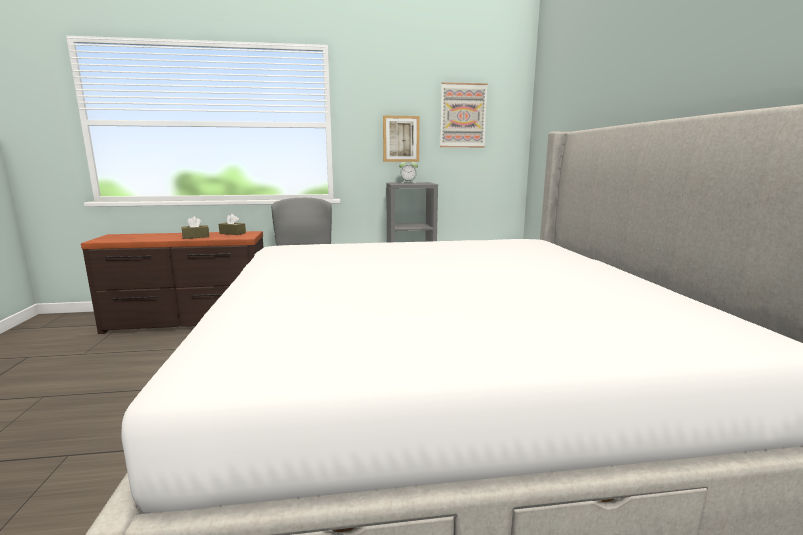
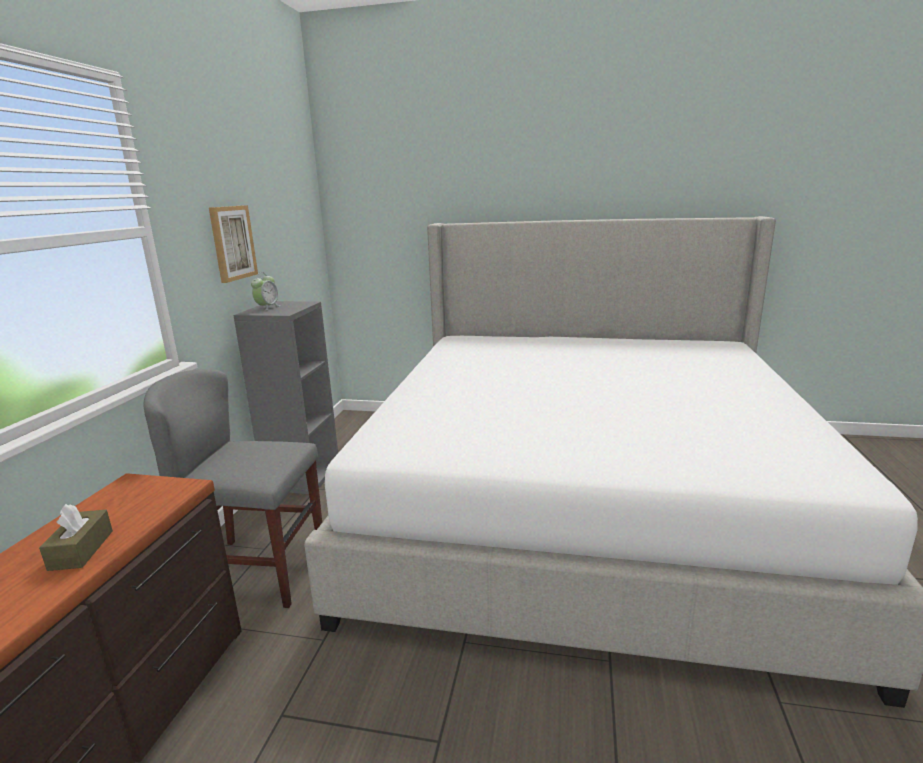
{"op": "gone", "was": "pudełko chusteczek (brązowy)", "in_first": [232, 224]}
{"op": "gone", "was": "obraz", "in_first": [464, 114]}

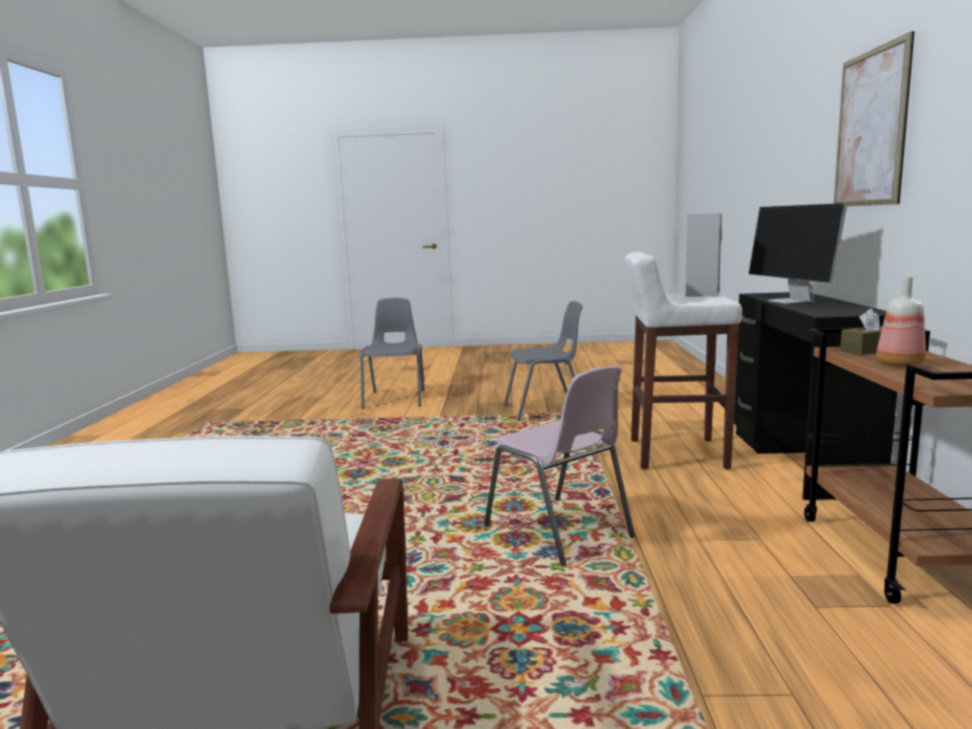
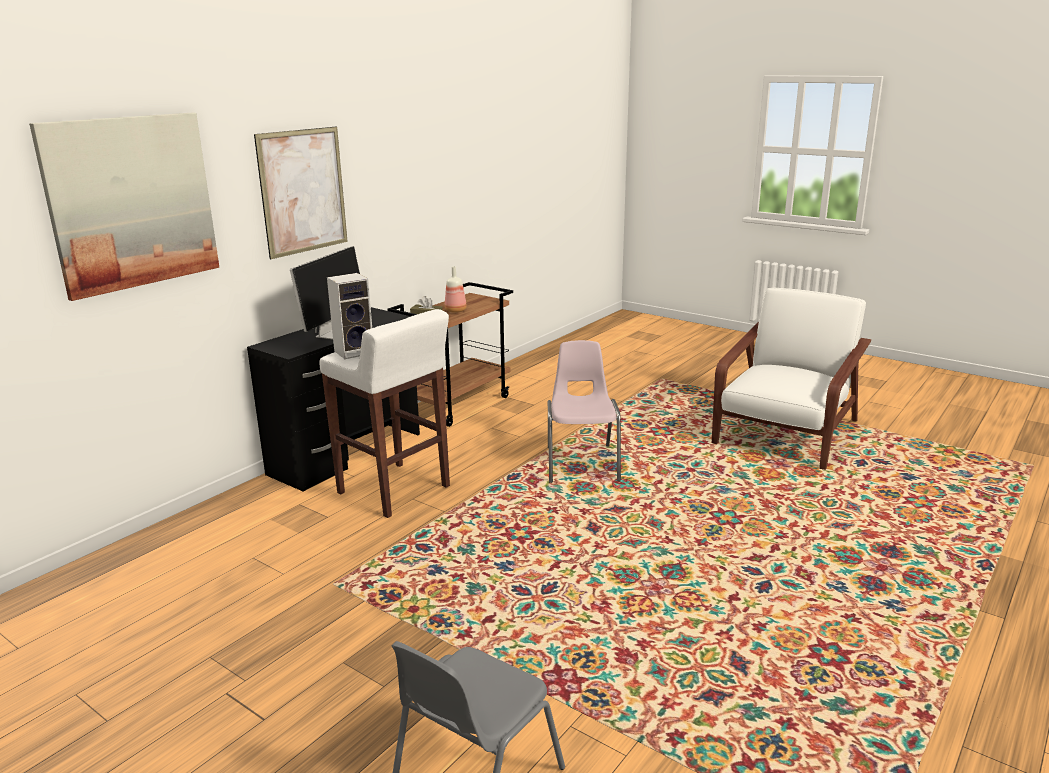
{"op": "gone", "was": "krzesło (szary)", "in_first": [543, 361]}
{"op": "new", "now": "obraz", "in_second": [124, 207]}

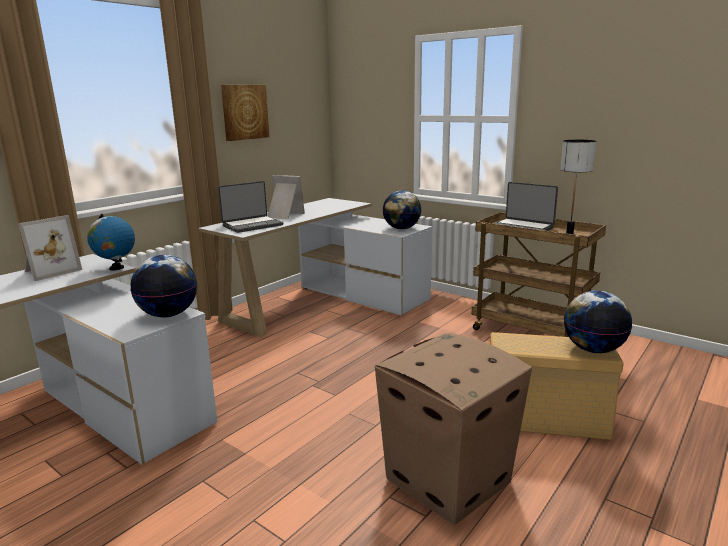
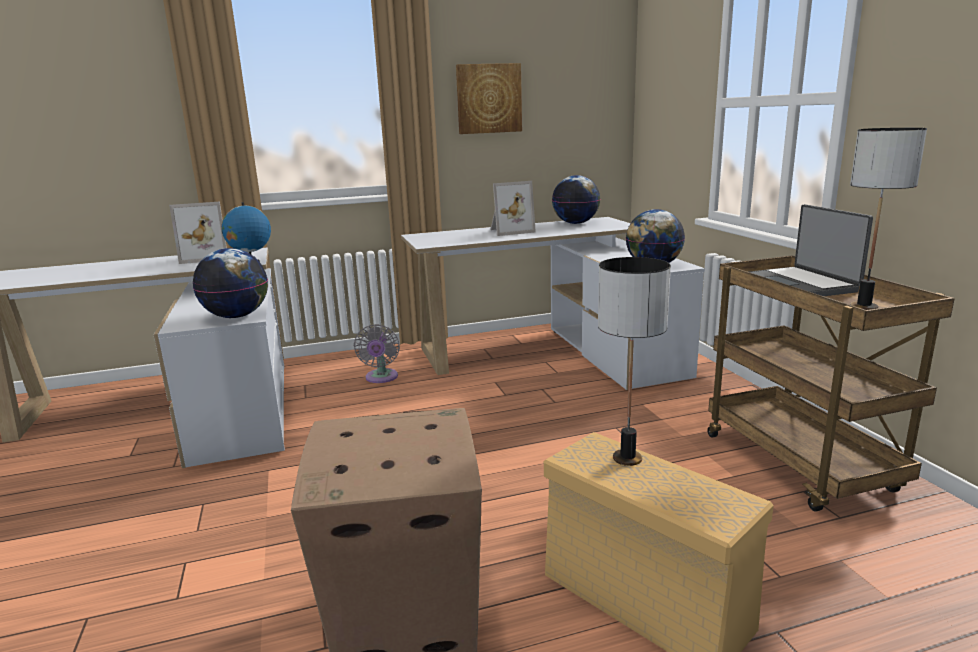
{"op": "gone", "was": "laptop", "in_first": [250, 207]}
{"op": "new", "now": "wentylator (szary)", "in_second": [377, 353]}
{"op": "new", "now": "lampa stołowa", "in_second": [634, 361]}
{"op": "shifted", "was": "globus", "in_first": [598, 321], "in_second": [576, 199]}
{"op": "rotated", "was": "ramka na zdjęcie", "in_first": [286, 197], "in_second": [513, 208], "clockwise": 105}

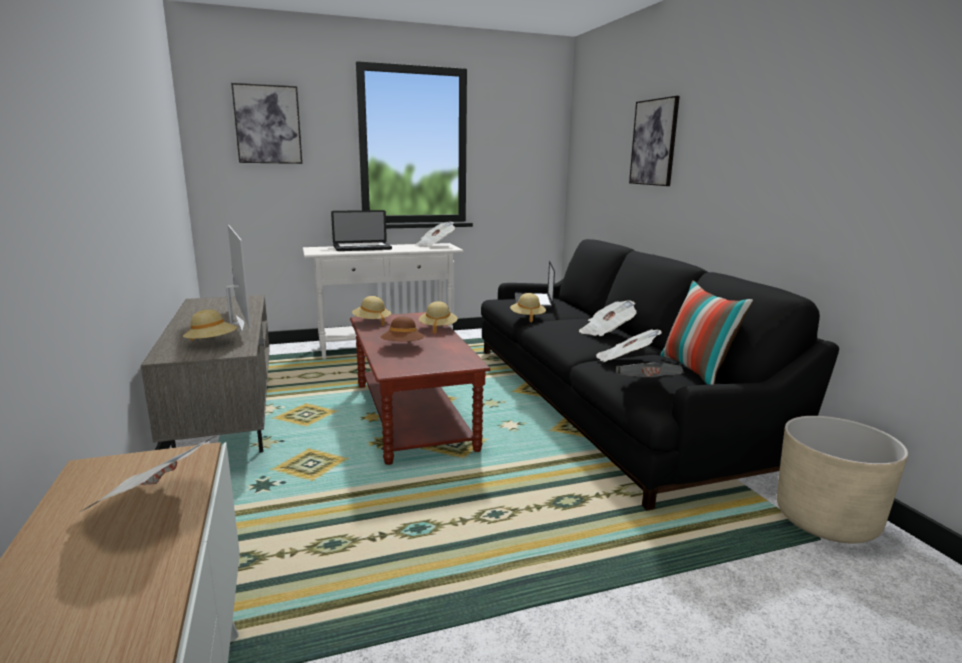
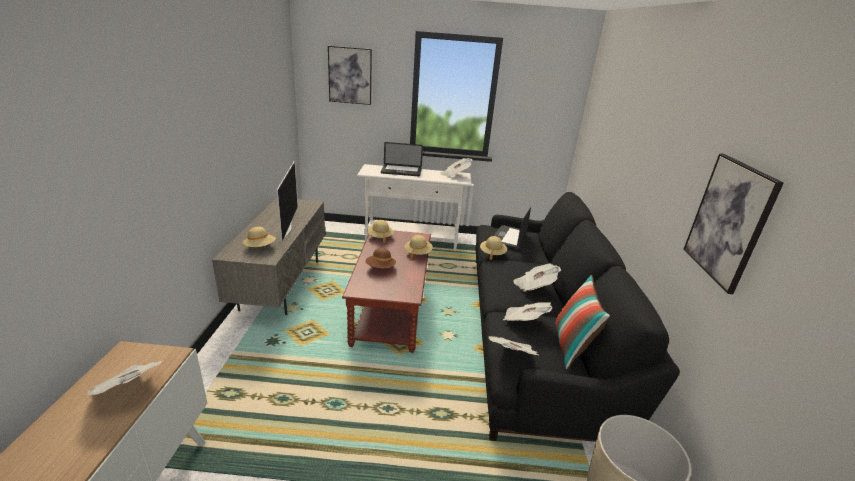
{"op": "shifted", "was": "obraz", "in_first": [654, 141], "in_second": [733, 223]}

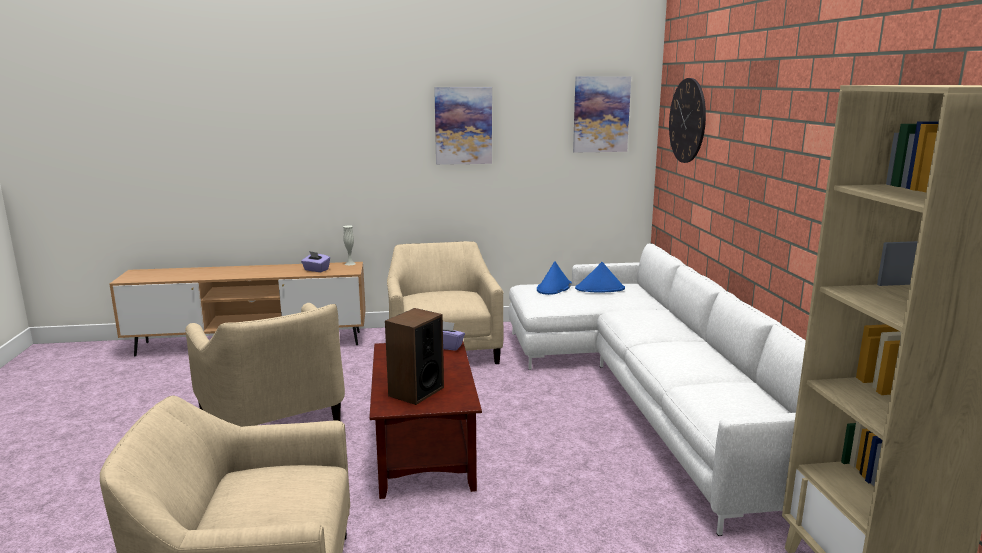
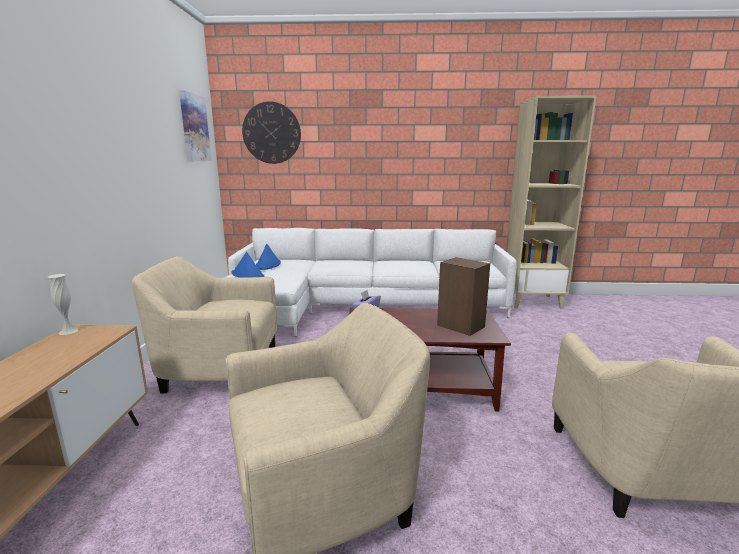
{"op": "gone", "was": "pudełko chusteczek (fioletowy)", "in_first": [315, 261]}
{"op": "gone", "was": "obraz", "in_first": [463, 126]}

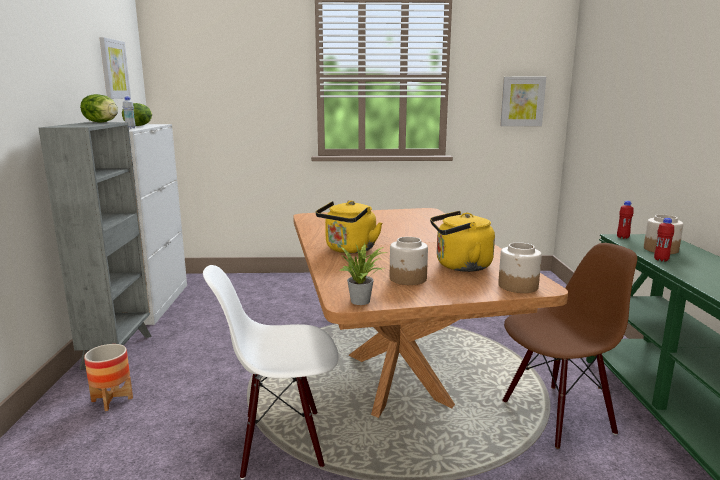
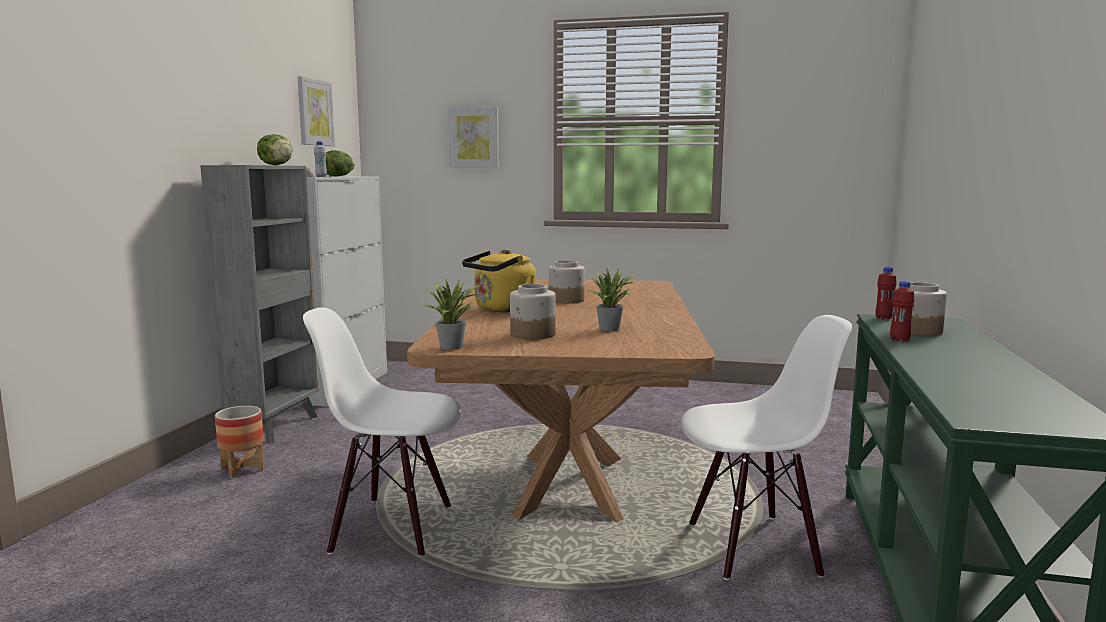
{"op": "shifted", "was": "słoik", "in_first": [520, 267], "in_second": [567, 281]}
{"op": "shifted", "was": "obraz", "in_first": [523, 101], "in_second": [473, 137]}
{"op": "swapped", "was": "czajnik (żółty)", "now": "roślina doniczkowa", "in_first": [462, 241], "in_second": [612, 299]}
{"op": "repainted", "was": "krzesło (brązowy)", "now": "krzesło (biały)", "in_first": [569, 346], "in_second": [766, 447]}

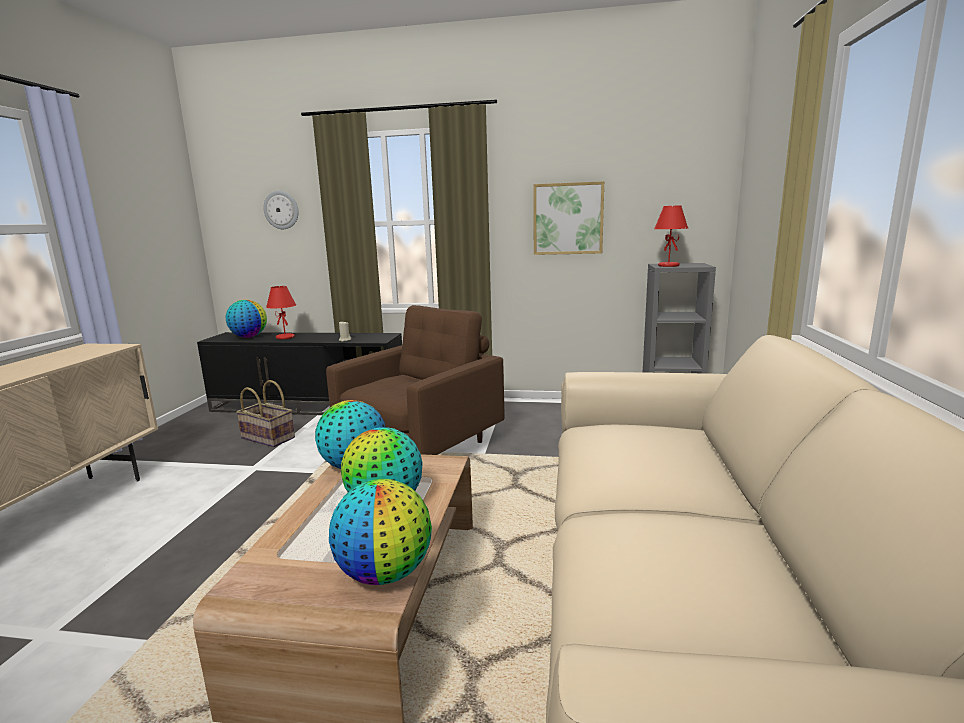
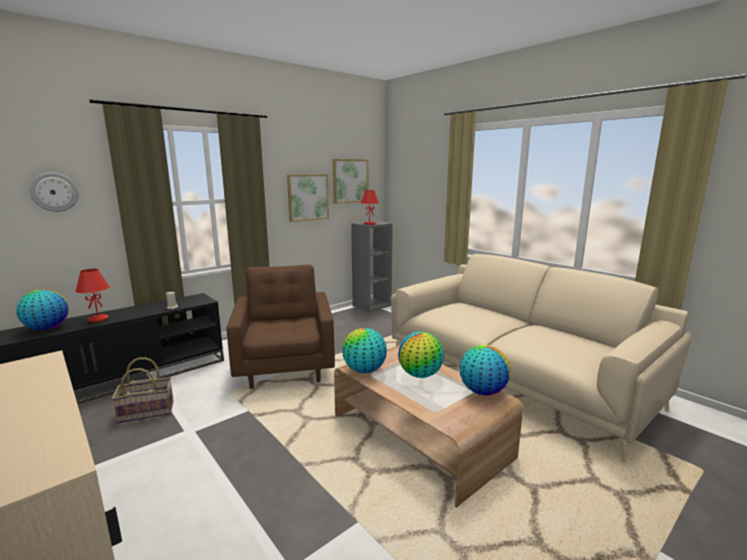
{"op": "new", "now": "obraz", "in_second": [350, 181]}

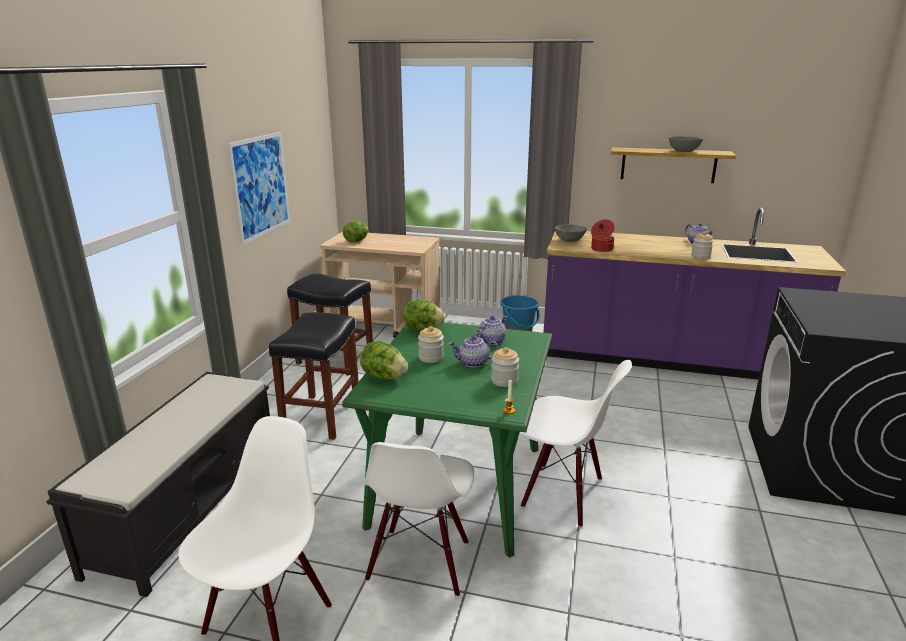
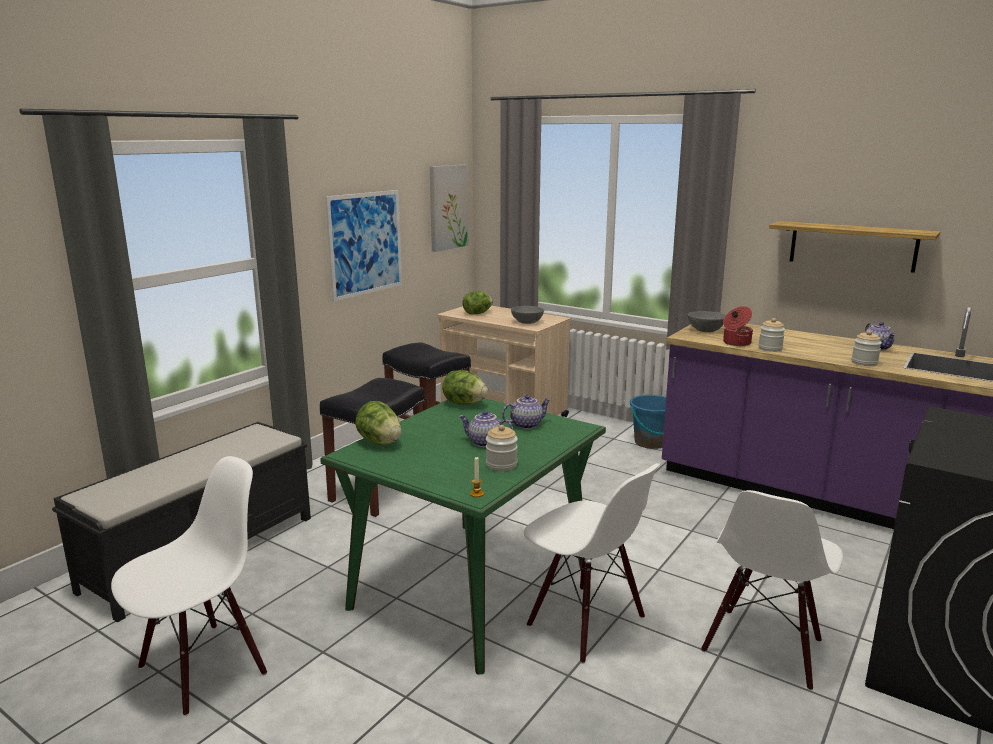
{"op": "new", "now": "obraz", "in_second": [449, 208]}
{"op": "shifted", "was": "krzesło (biały)", "in_first": [419, 519], "in_second": [772, 590]}
{"op": "shifted", "was": "słoik", "in_first": [431, 344], "in_second": [771, 335]}
{"op": "shifted", "was": "miska (szary)", "in_first": [686, 144], "in_second": [527, 315]}

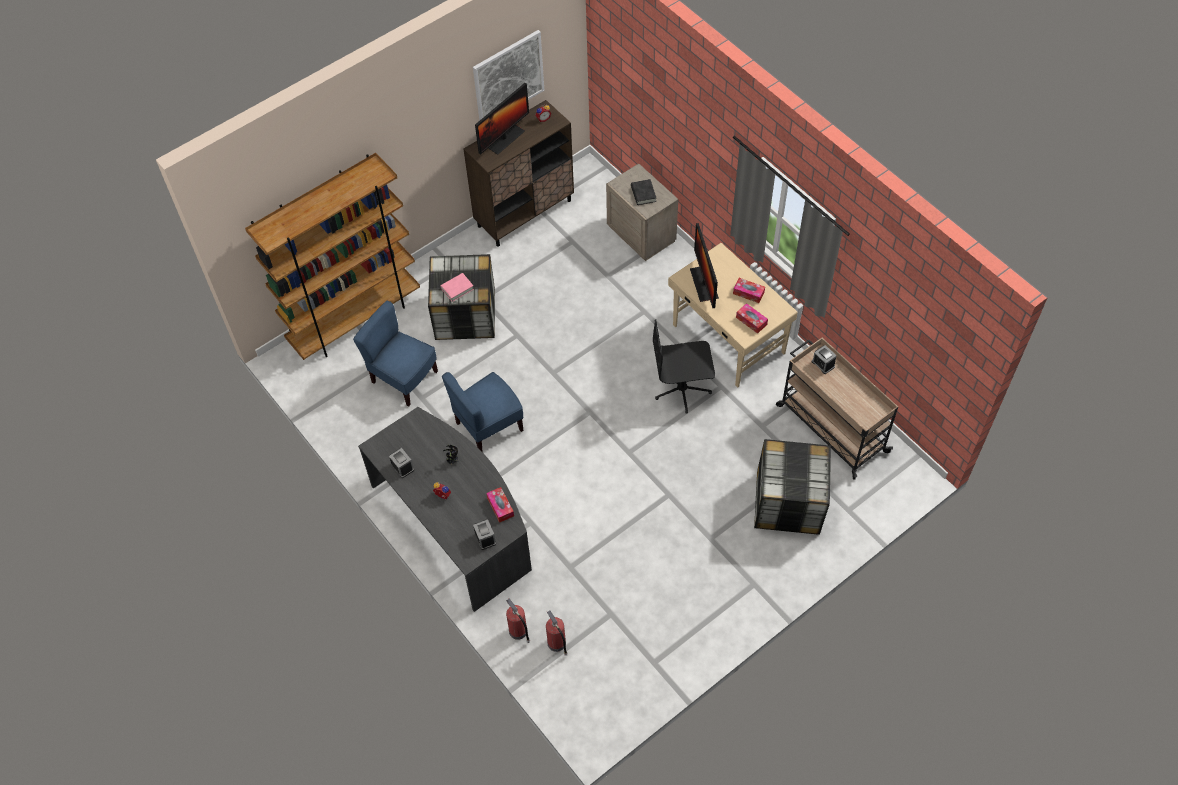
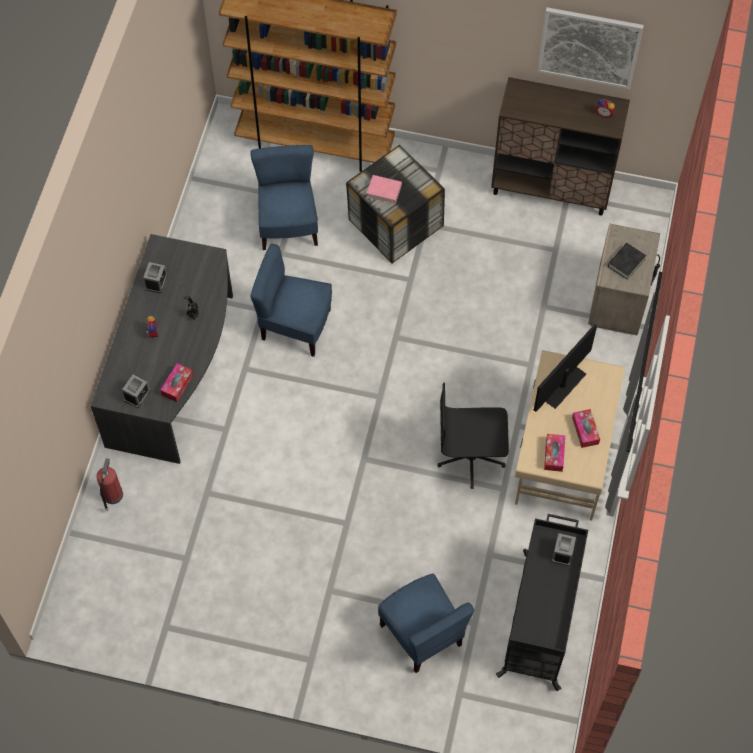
{"op": "gone", "was": "monitor", "in_first": [502, 119]}
{"op": "gone", "was": "gaśnica", "in_first": [557, 633]}
{"op": "swapped", "was": "pojemnik do przechowywania", "now": "krzesło (niebieski)", "in_first": [792, 487], "in_second": [426, 623]}
{"op": "repainted", "was": "wózek (beżowy)", "now": "wózek (czarny)", "in_first": [837, 409], "in_second": [542, 602]}
{"op": "rotated", "was": "krzesło biurowe (czarny)", "in_first": [684, 366], "in_second": [473, 436], "clockwise": -45}

